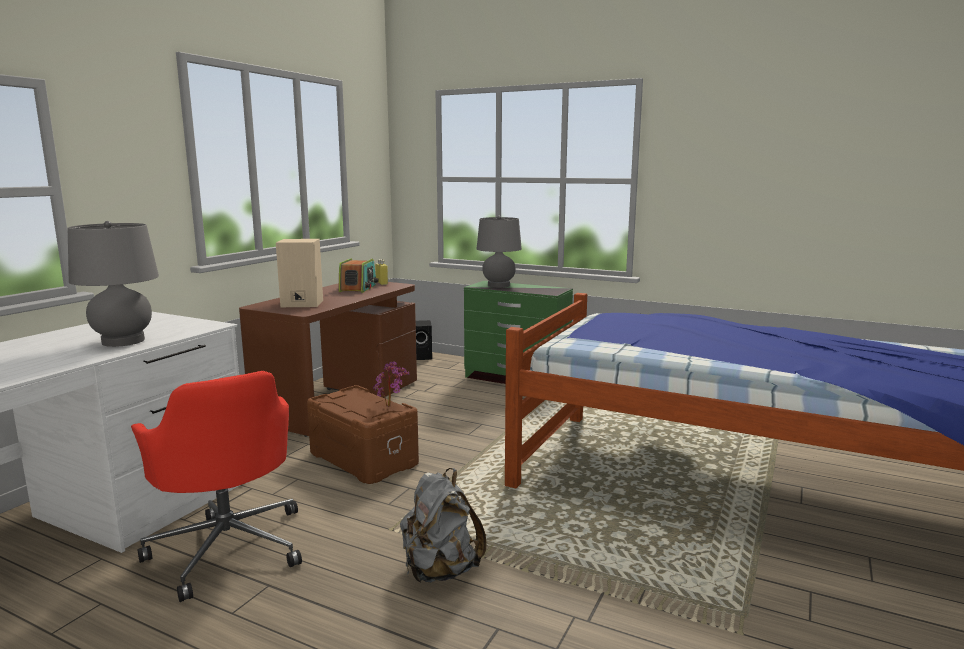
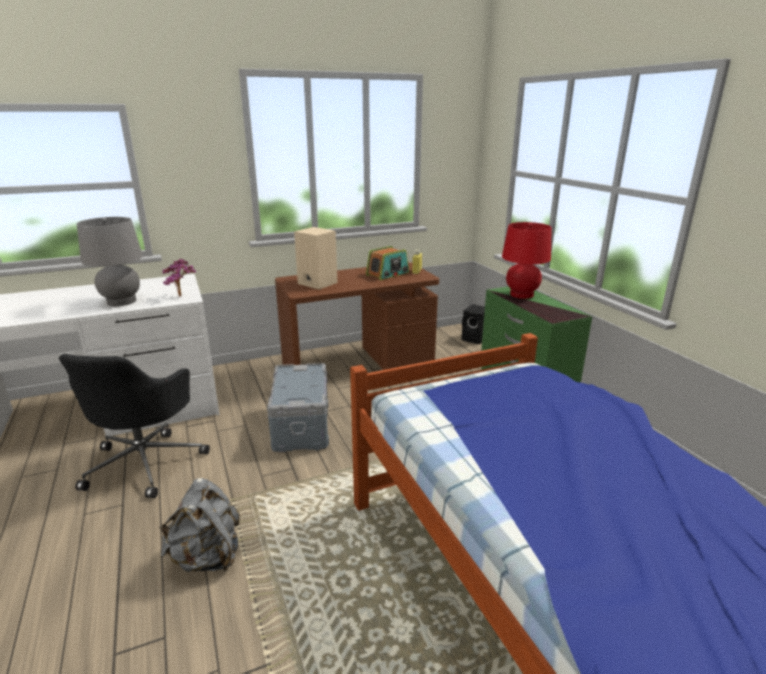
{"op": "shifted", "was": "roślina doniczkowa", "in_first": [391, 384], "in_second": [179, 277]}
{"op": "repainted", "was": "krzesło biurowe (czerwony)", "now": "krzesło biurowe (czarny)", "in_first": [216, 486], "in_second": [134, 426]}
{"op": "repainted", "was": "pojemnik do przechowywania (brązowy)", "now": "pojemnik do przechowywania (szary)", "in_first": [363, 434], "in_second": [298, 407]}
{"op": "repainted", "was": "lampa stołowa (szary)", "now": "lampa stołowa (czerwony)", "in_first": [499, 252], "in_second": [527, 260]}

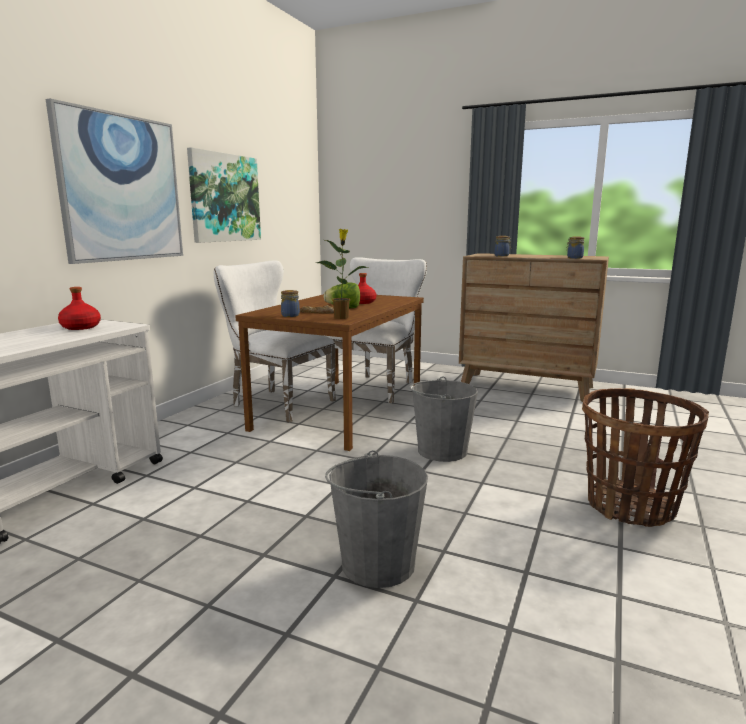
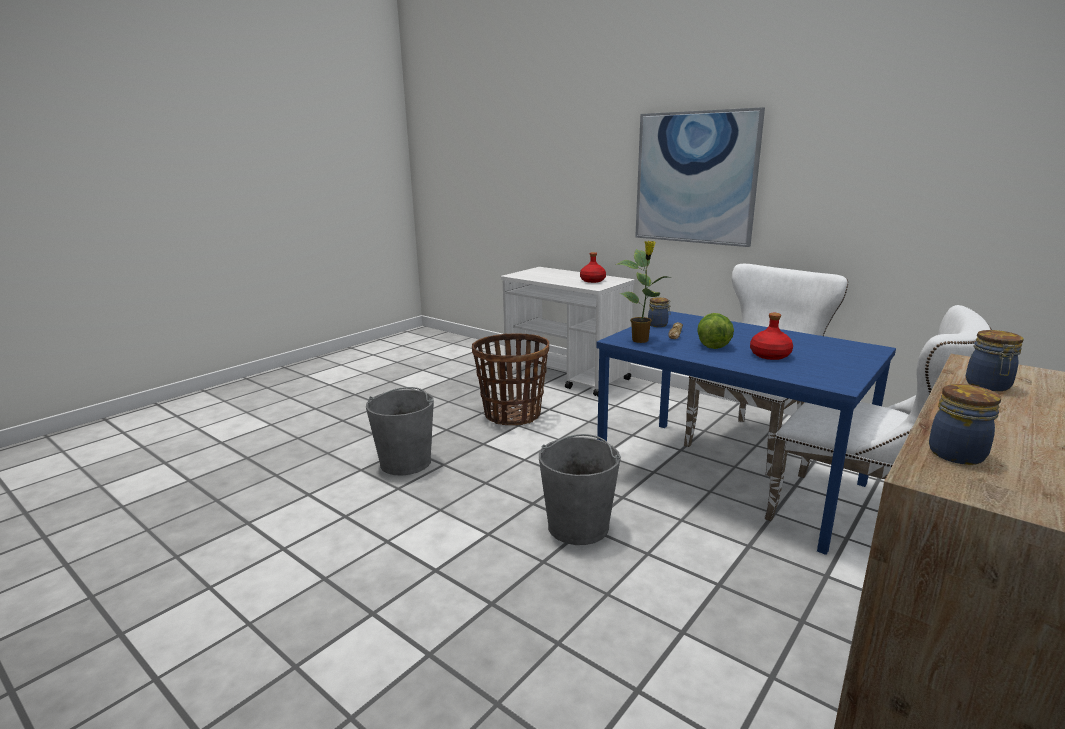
{"op": "gone", "was": "obraz", "in_first": [224, 195]}
{"op": "shifted", "was": "koszyk", "in_first": [645, 457], "in_second": [510, 379]}
{"op": "repainted", "was": "stół jadalny (brązowy)", "now": "stół jadalny (niebieski)", "in_first": [329, 372], "in_second": [746, 433]}

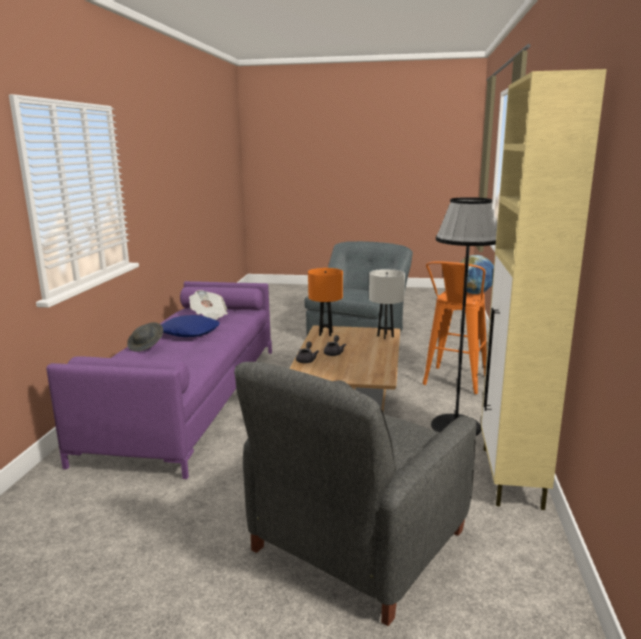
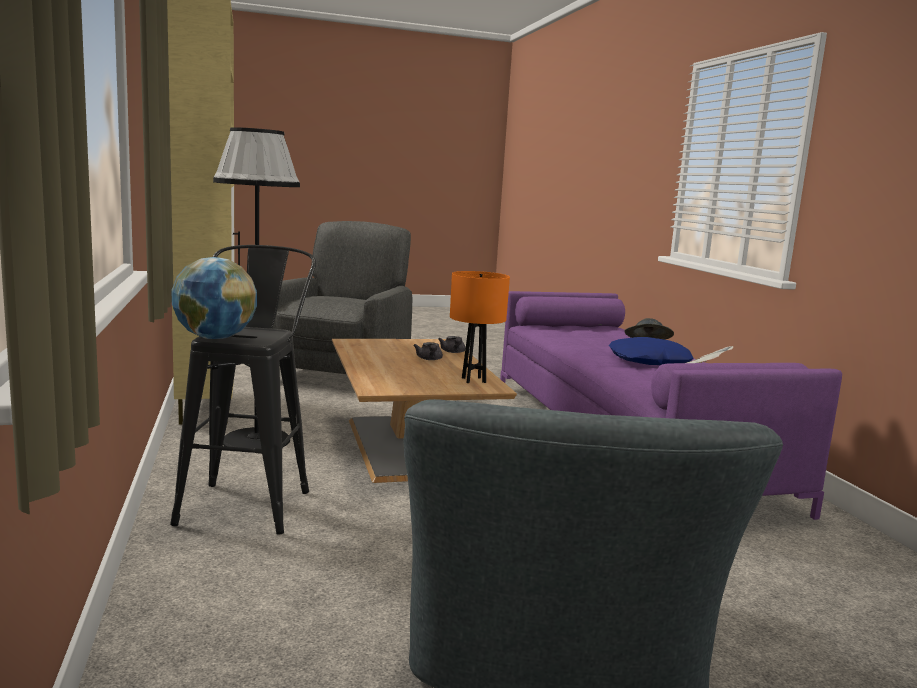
{"op": "gone", "was": "lampa stołowa (biały)", "in_first": [387, 304]}
{"op": "repainted", "was": "stołek (pomarańczowy)", "now": "stołek (czarny)", "in_first": [455, 327], "in_second": [243, 390]}

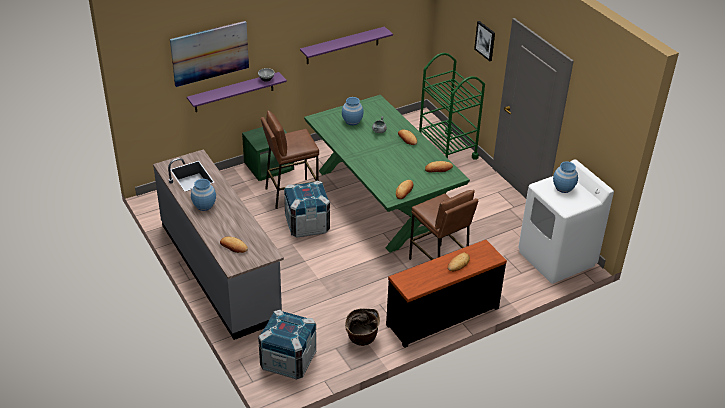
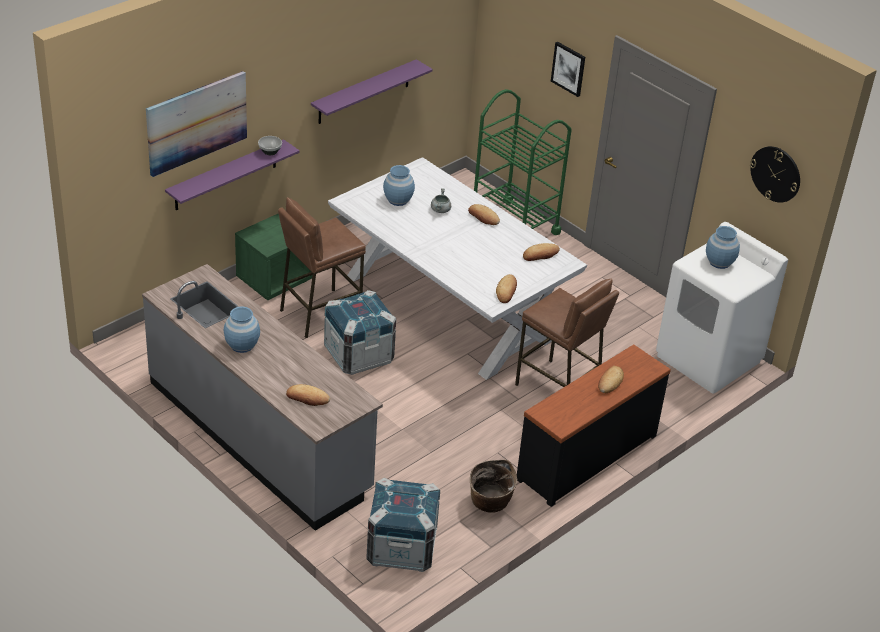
{"op": "new", "now": "zegar ścienny", "in_second": [775, 174]}
{"op": "repainted", "was": "stół jadalny (zielony)", "now": "stół jadalny (biały)", "in_first": [387, 174], "in_second": [457, 268]}

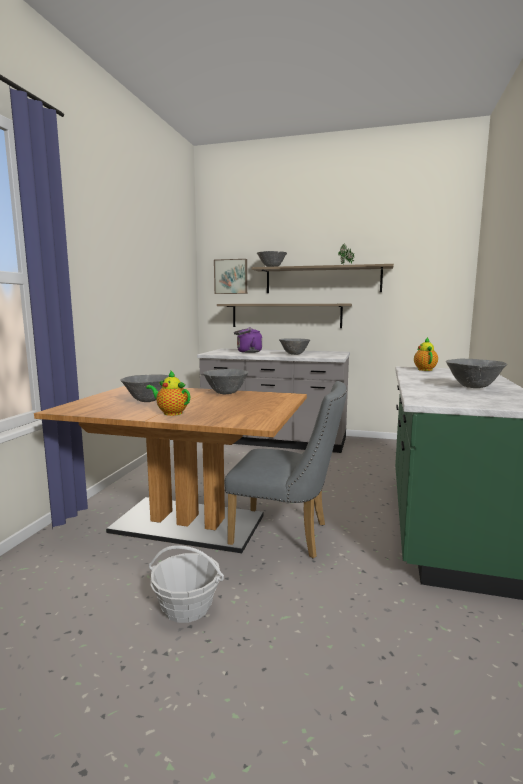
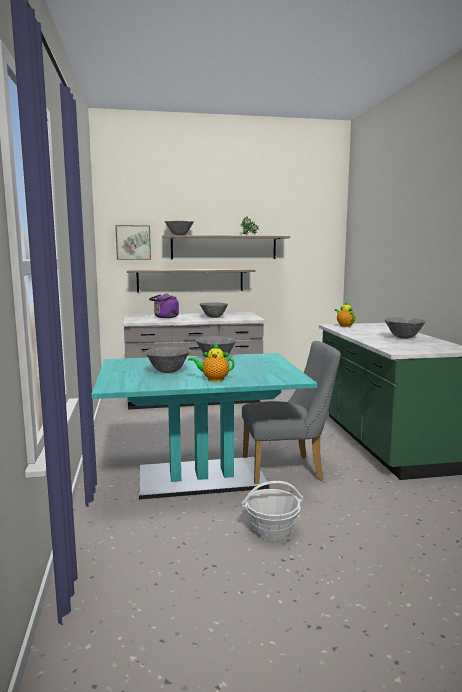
{"op": "repainted", "was": "stół jadalny (brązowy)", "now": "stół jadalny (turkusowy)", "in_first": [170, 470], "in_second": [204, 426]}

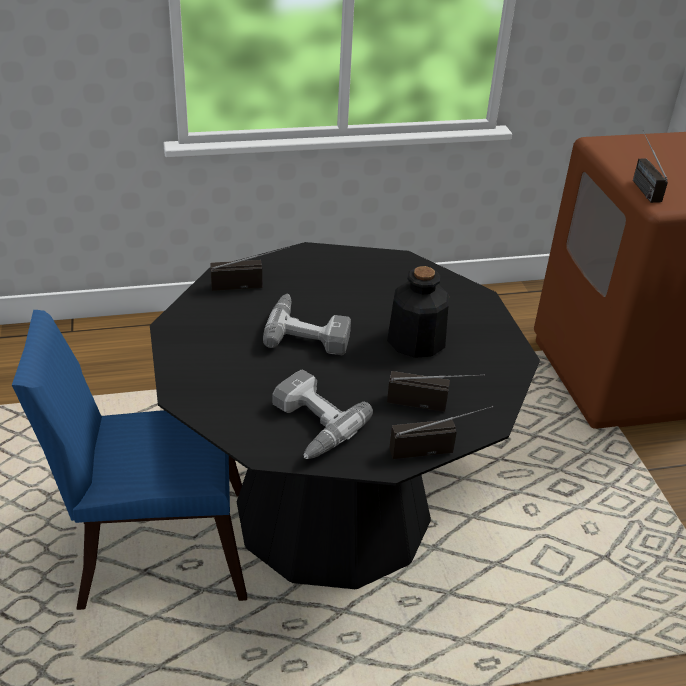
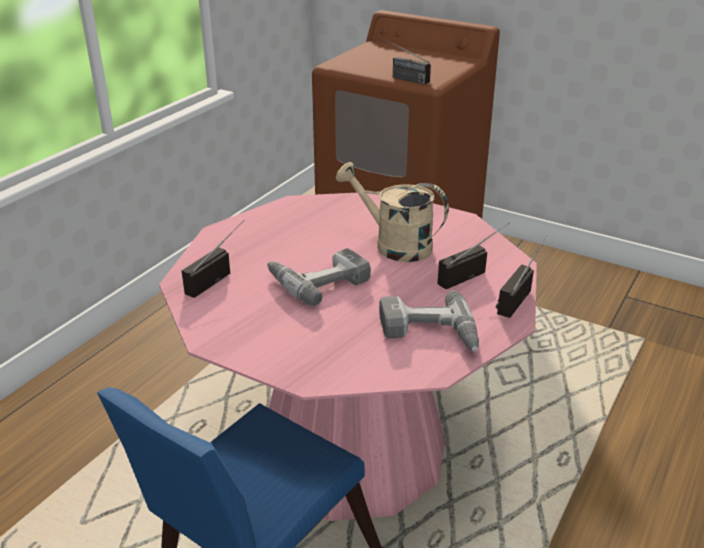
{"op": "swapped", "was": "butelka", "now": "konewka (beżowy)", "in_first": [418, 312], "in_second": [392, 212]}
{"op": "repainted", "was": "stół jadalny (czarny)", "now": "stół jadalny (różowy)", "in_first": [345, 415], "in_second": [348, 356]}

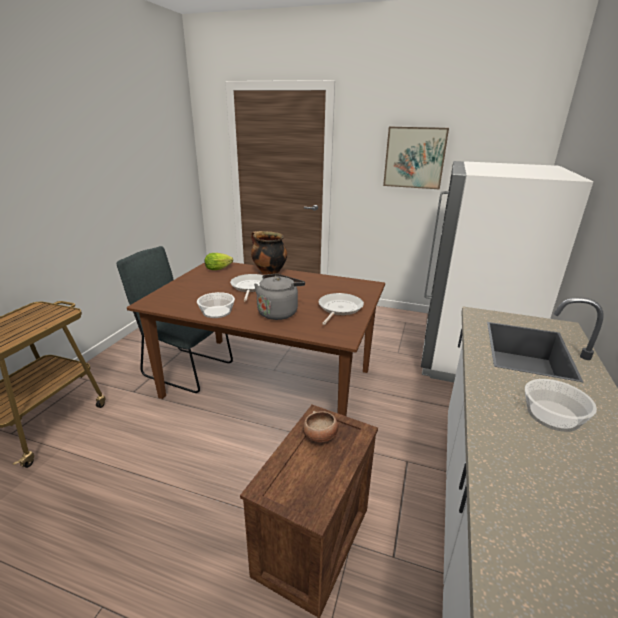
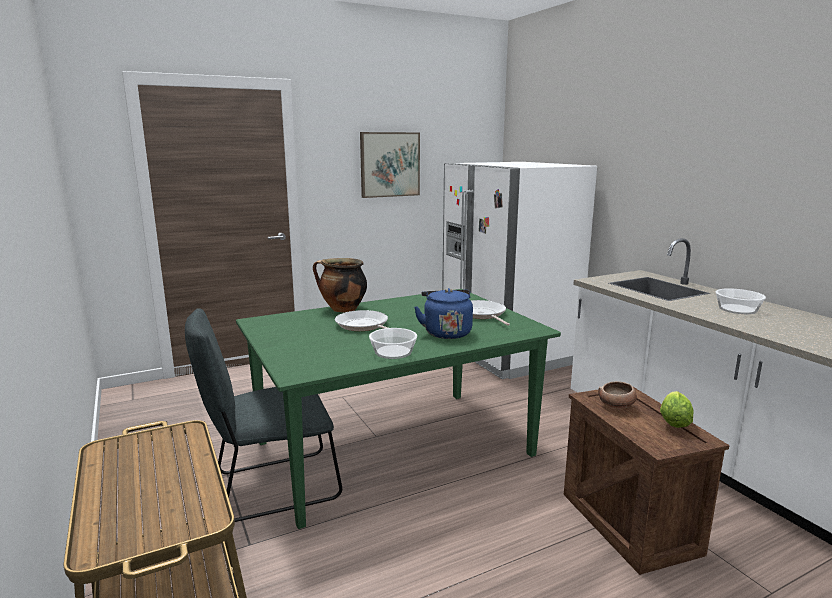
{"op": "shifted", "was": "sałata", "in_first": [219, 261], "in_second": [677, 409]}
{"op": "repainted", "was": "stół jadalny (brązowy)", "now": "stół jadalny (zielony)", "in_first": [256, 339], "in_second": [398, 409]}
{"op": "repainted", "was": "czajnik (szary)", "now": "czajnik (niebieski)", "in_first": [279, 297], "in_second": [443, 313]}

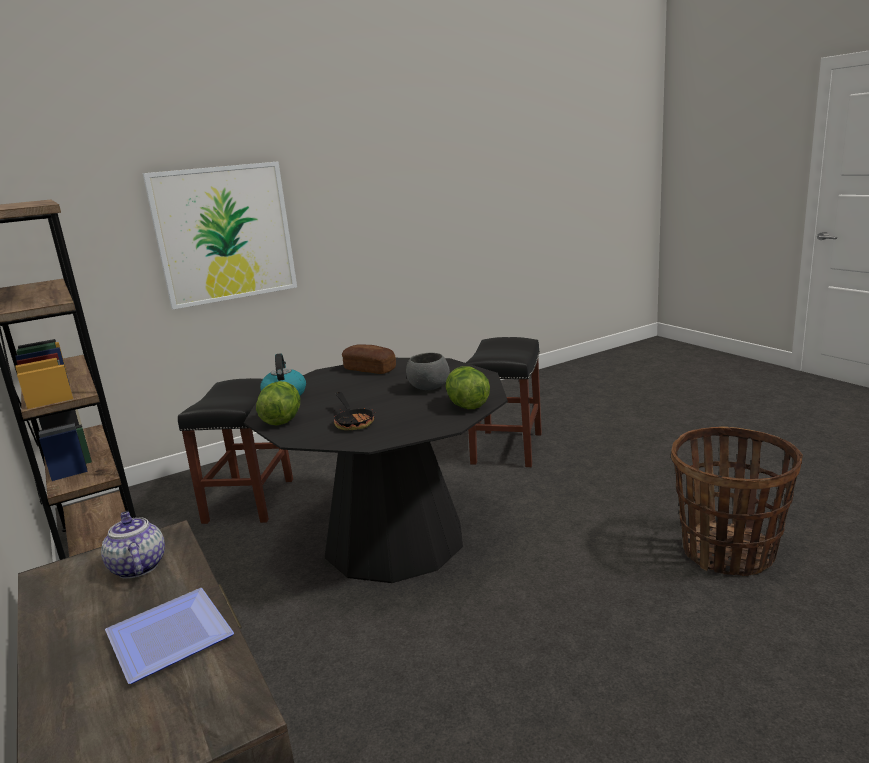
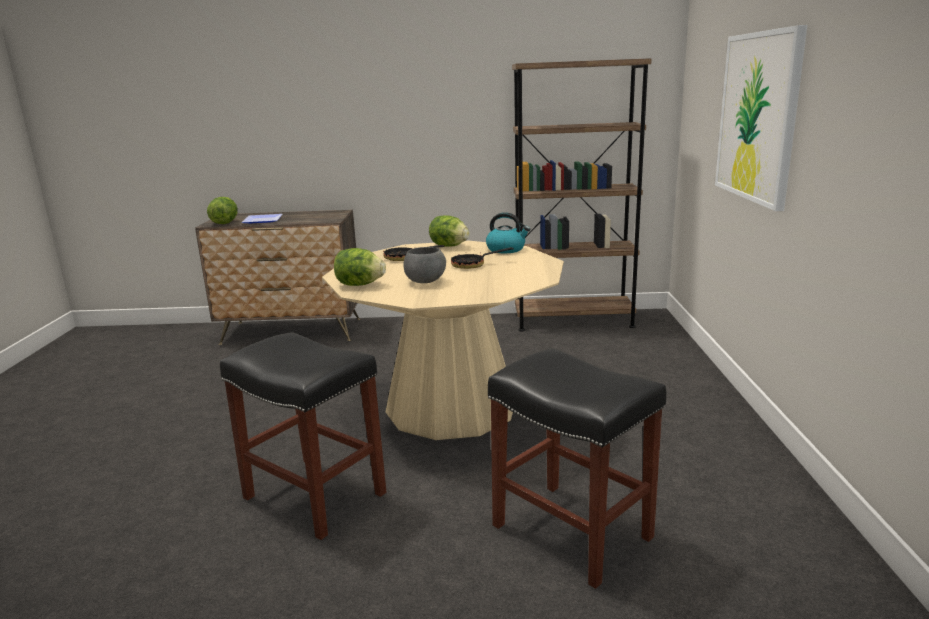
{"op": "gone", "was": "imbryk", "in_first": [133, 545]}
{"op": "gone", "was": "chleb", "in_first": [369, 359]}
{"op": "gone", "was": "koszyk", "in_first": [737, 501]}
{"op": "new", "now": "sałata", "in_second": [222, 210]}
{"op": "new", "now": "patelnia", "in_second": [482, 258]}
{"op": "shifted", "was": "stołek (czarny)", "in_first": [235, 451], "in_second": [303, 436]}
{"op": "repainted", "was": "stół jadalny (czarny)", "now": "stół jadalny (beżowy)", "in_first": [376, 470], "in_second": [443, 340]}

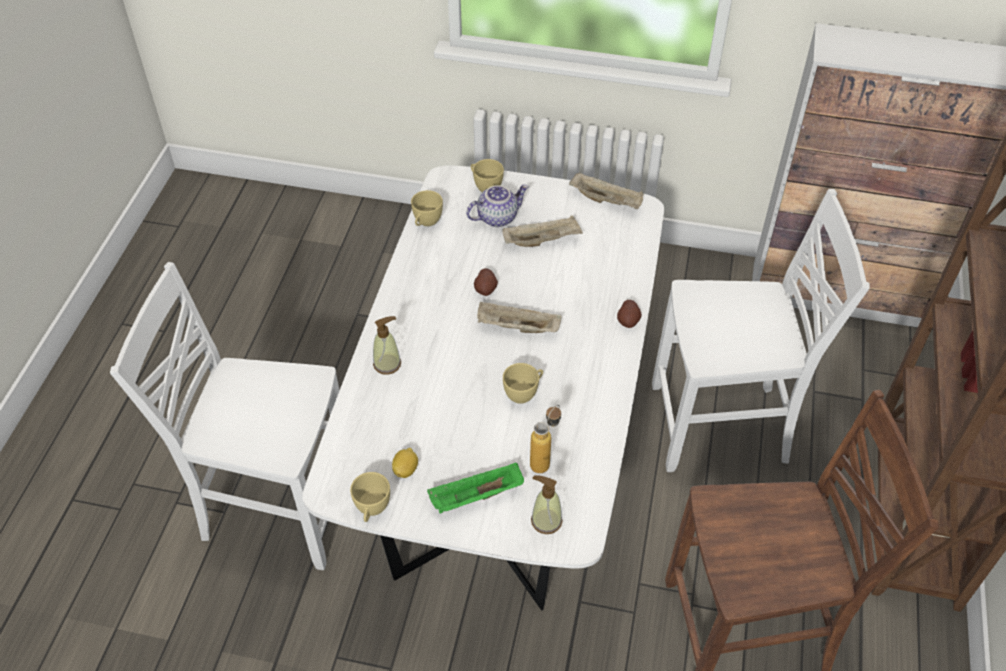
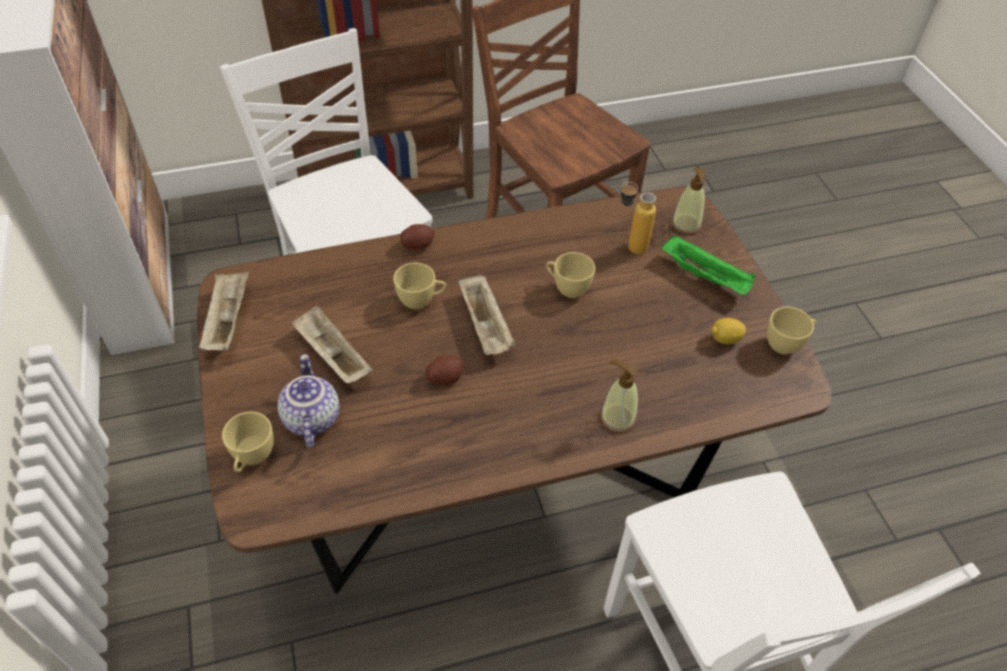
{"op": "shifted", "was": "filiżanka (żółty)", "in_first": [427, 208], "in_second": [419, 286]}
{"op": "repainted", "was": "stół jadalny (biały)", "now": "stół jadalny (brązowy)", "in_first": [483, 388], "in_second": [514, 390]}
{"op": "rotated", "was": "imbryk", "in_first": [497, 206], "in_second": [308, 401], "clockwise": 45}

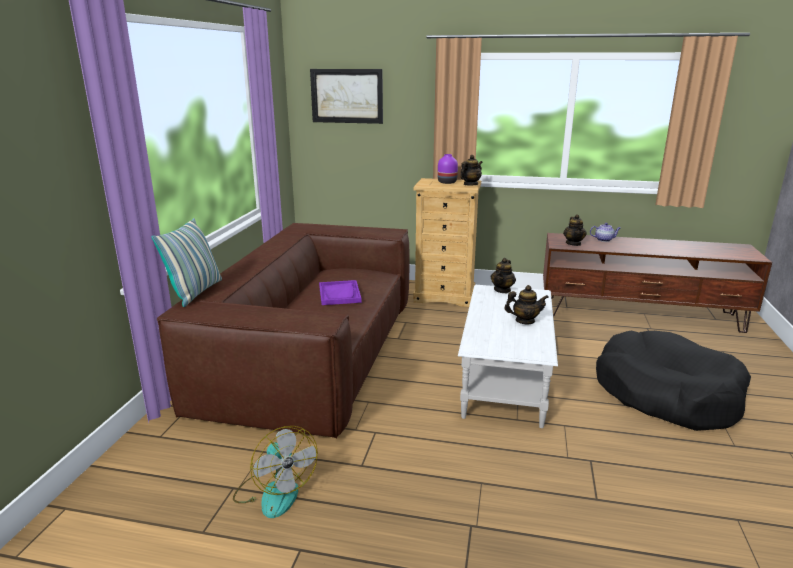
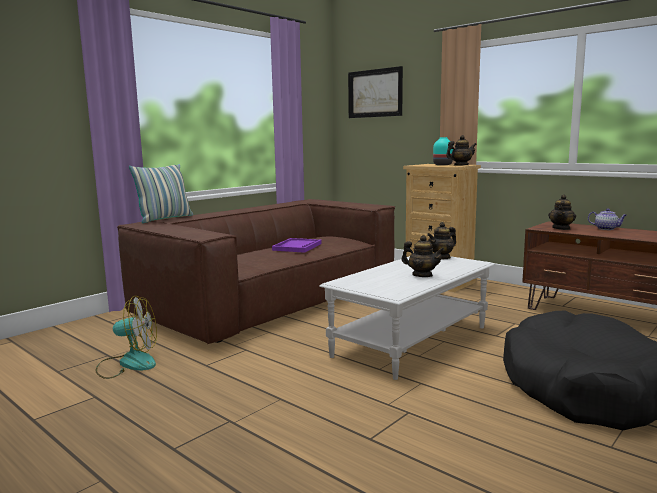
{"op": "repainted", "was": "wazon (fioletowy)", "now": "wazon (turkusowy)", "in_first": [448, 169], "in_second": [443, 151]}
{"op": "rotated", "was": "wentylator", "in_first": [275, 472], "in_second": [126, 337], "clockwise": -90}

